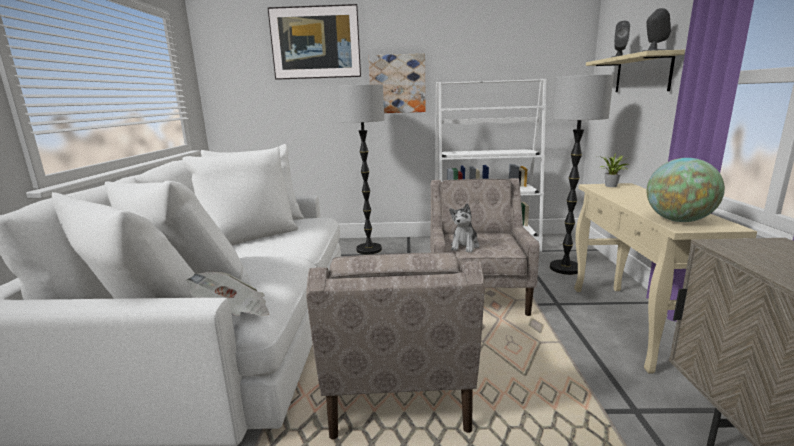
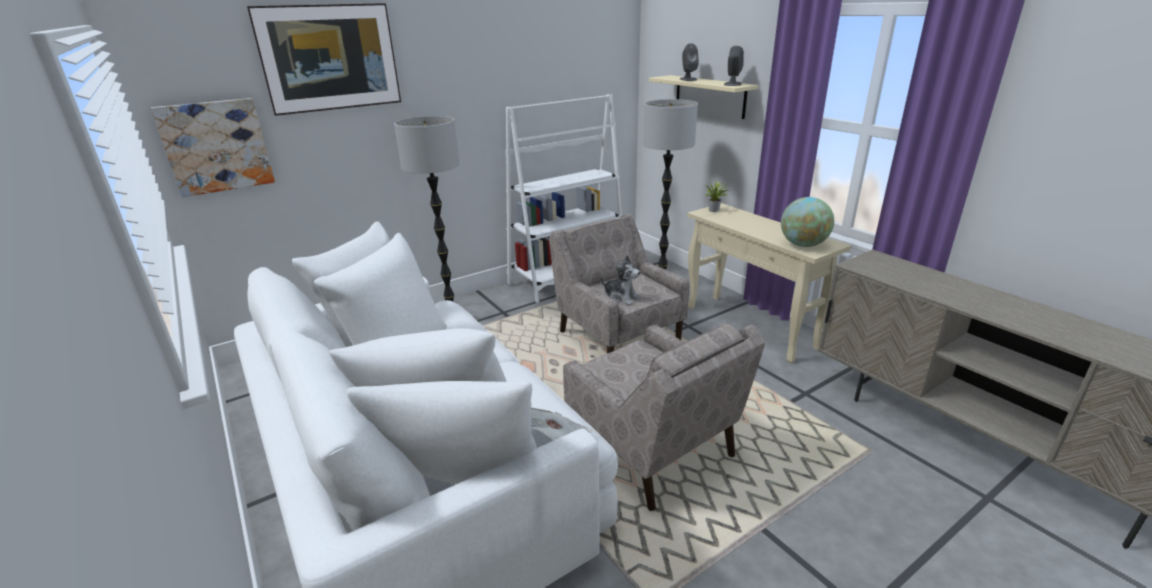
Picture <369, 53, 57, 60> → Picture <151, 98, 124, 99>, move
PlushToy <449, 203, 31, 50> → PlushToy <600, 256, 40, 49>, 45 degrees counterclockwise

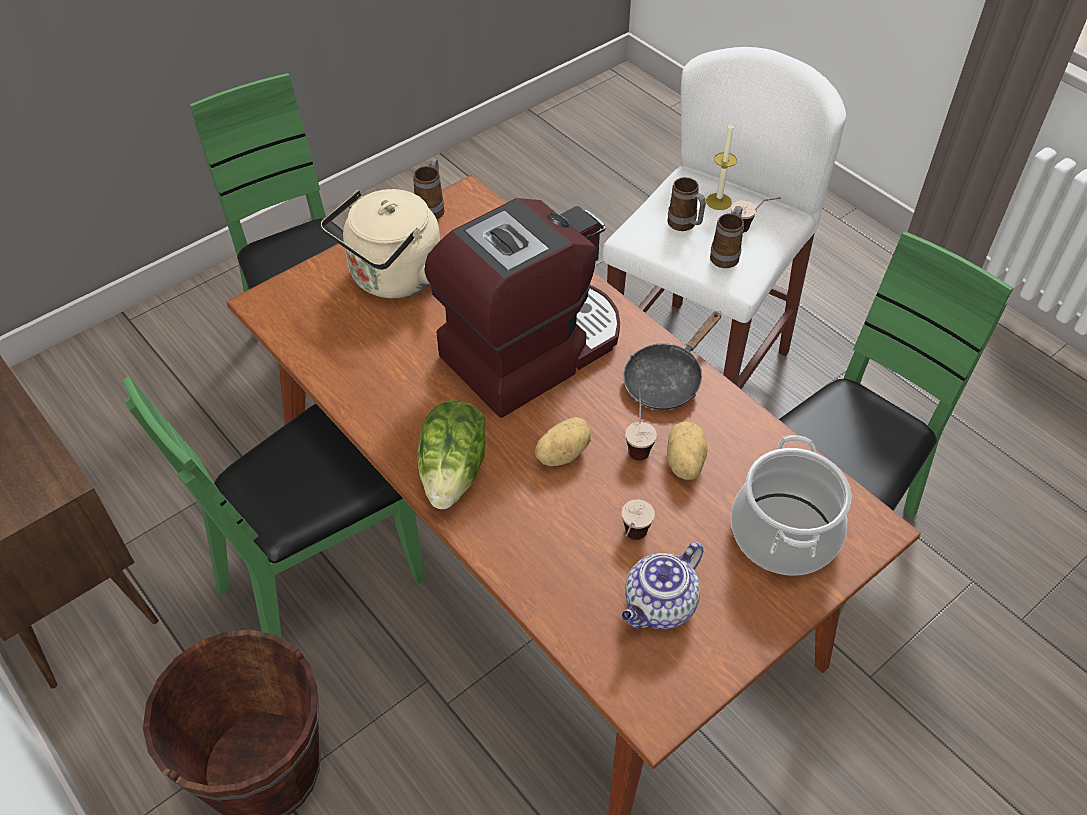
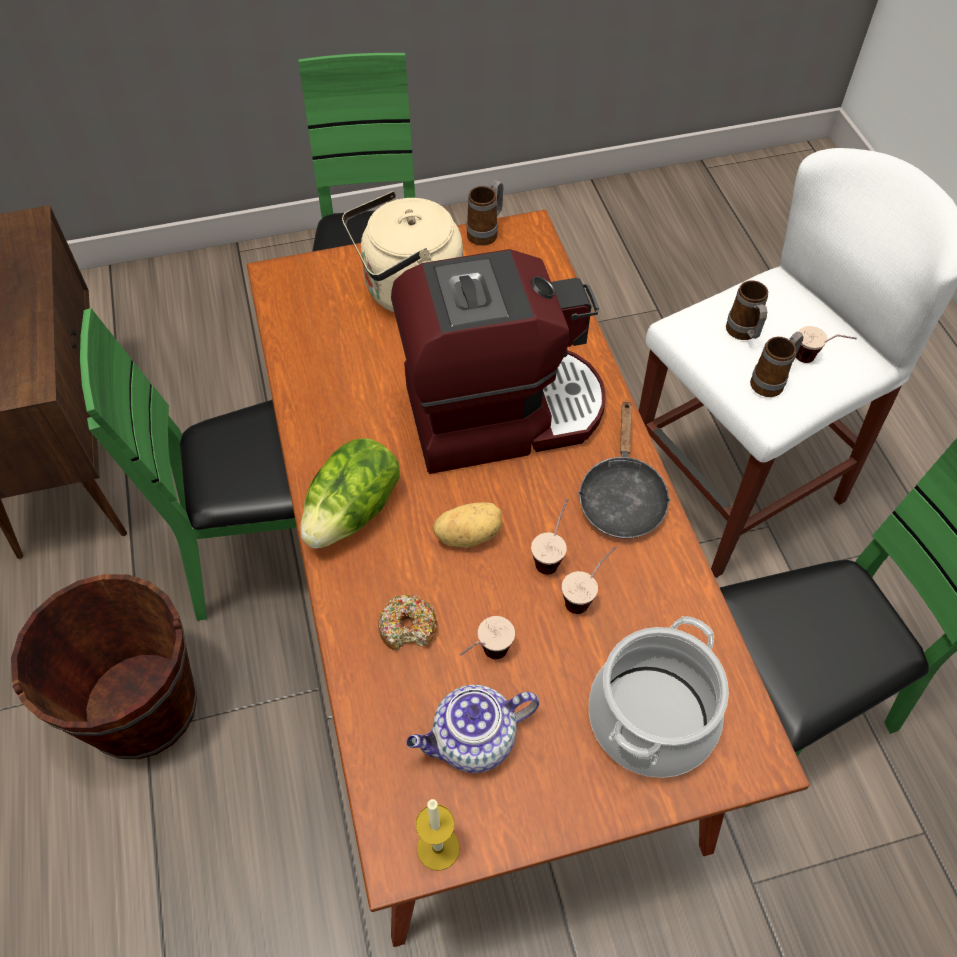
BlackFryingPan <623, 311, 98, 99> → BlackFryingPan <578, 400, 93, 138>, 60 degrees counterclockwise
Potato <667, 421, 40, 59> → Cup <562, 546, 55, 68>
Candle <706, 121, 31, 89> → Candle <415, 799, 45, 72>, move
- → Donut <378, 594, 59, 56>

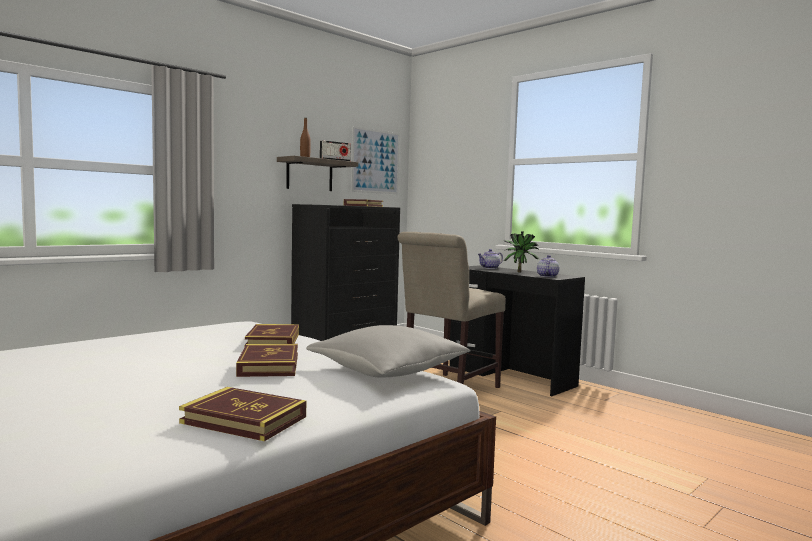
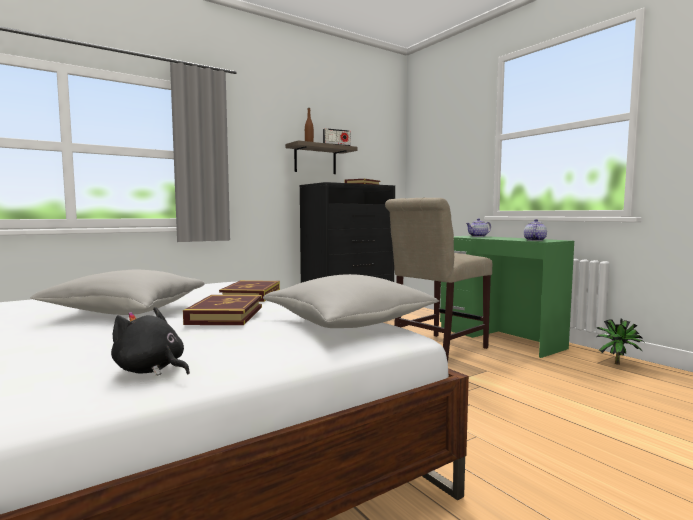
Book <179, 387, 127, 54> → BlackPlushToy <111, 307, 79, 69>
Picture <351, 126, 49, 68> → -
BlackDesk <449, 265, 136, 131> → GreenDesk <440, 236, 134, 122>
PottedPlant <504, 231, 36, 42> → PottedPlant <596, 319, 48, 46>, move
- → GreyPillow <30, 269, 175, 46>

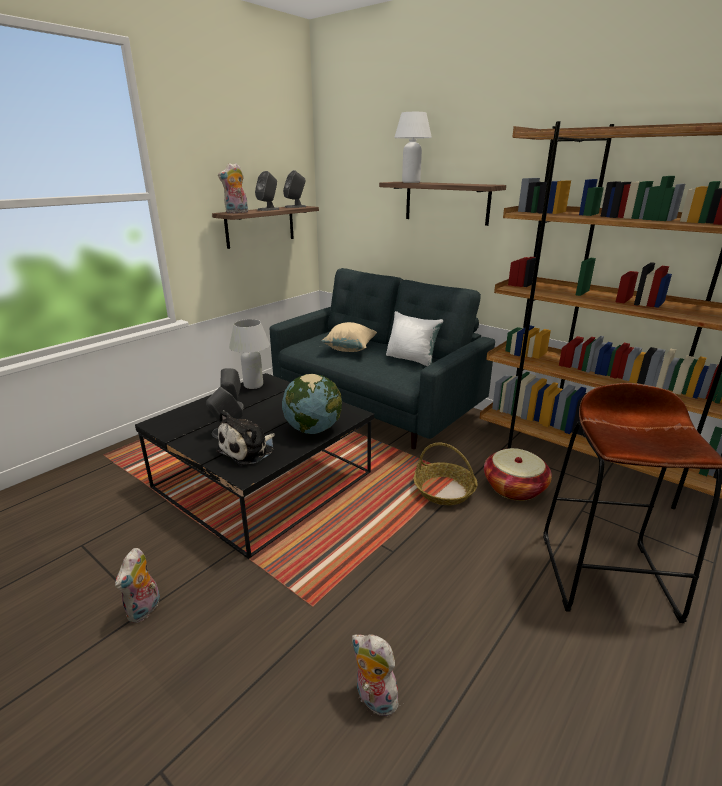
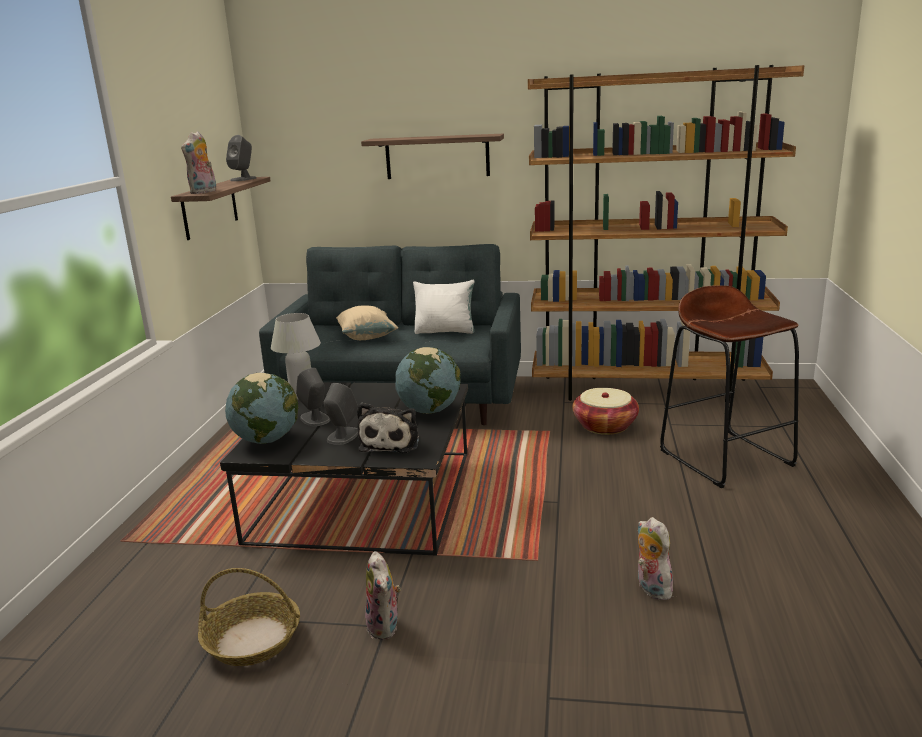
GreySpeaker <255, 171, 24, 40> → -
PlushToy <352, 634, 46, 82> → PlushToy <637, 517, 36, 83>, 60 degrees clockwise
WhiteTableLamp <394, 112, 38, 71> → -
Basket <413, 443, 65, 62> → Basket <198, 568, 102, 98>, move
- → Globe <225, 373, 73, 71>

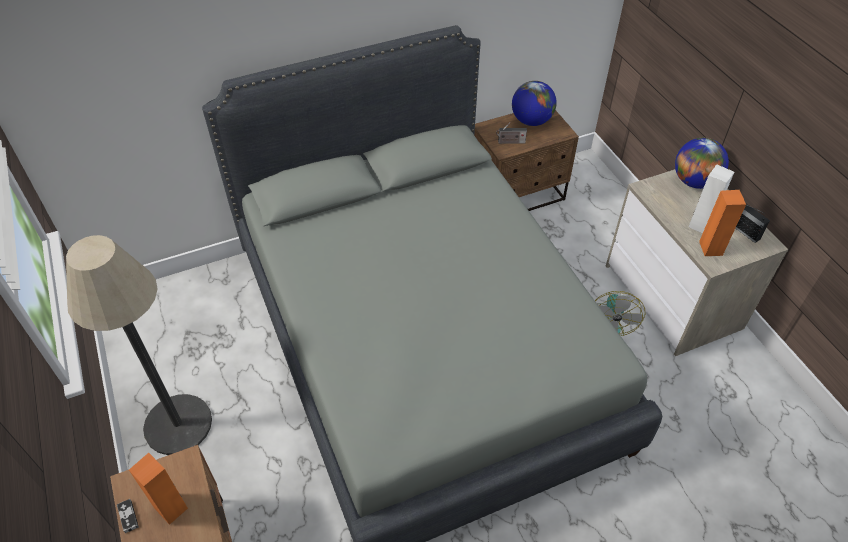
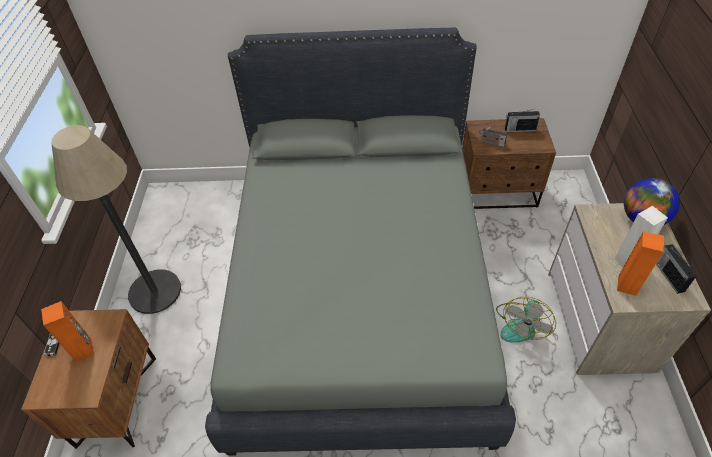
Globe <512, 81, 45, 45> → Radio <505, 109, 35, 23>

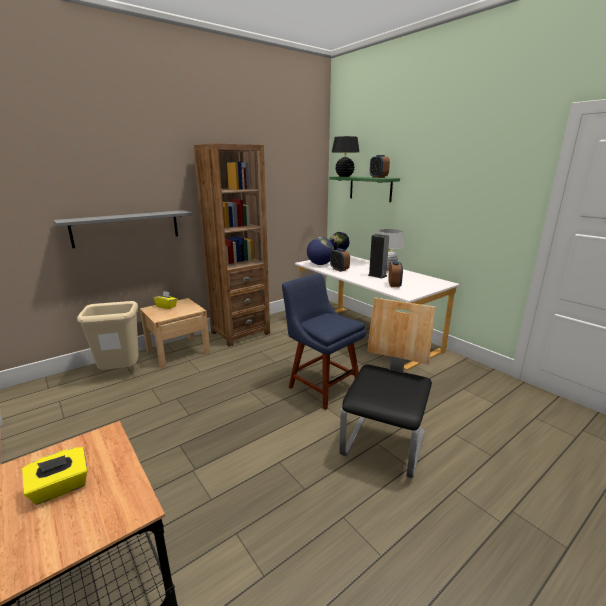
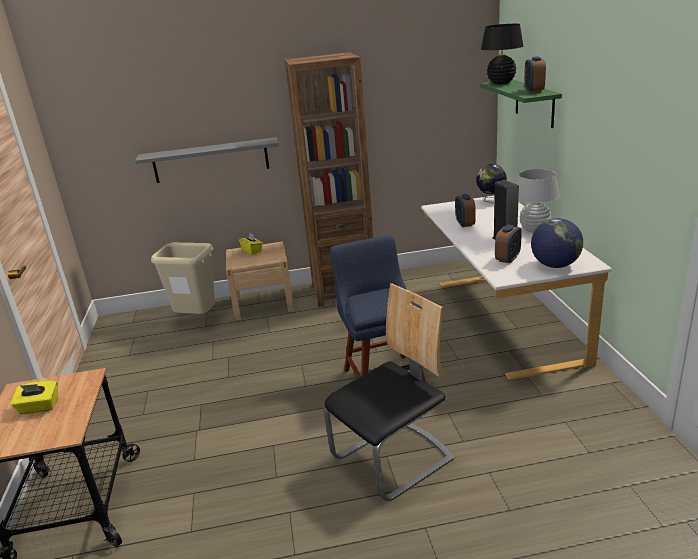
Globe <307, 237, 27, 28> → Globe <531, 218, 52, 50>, move

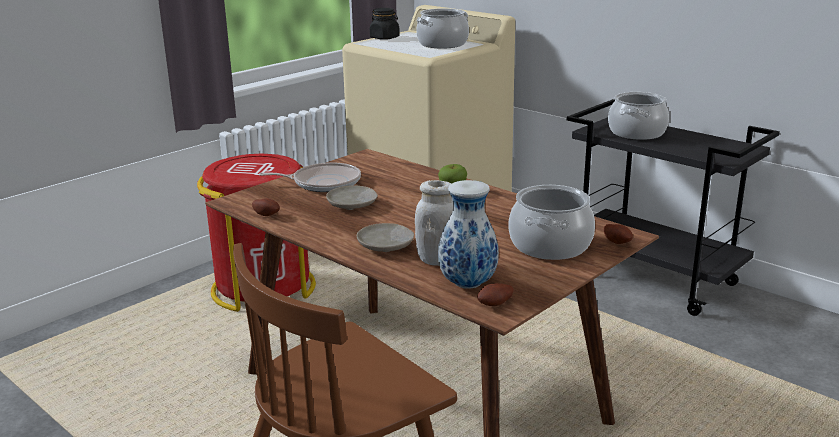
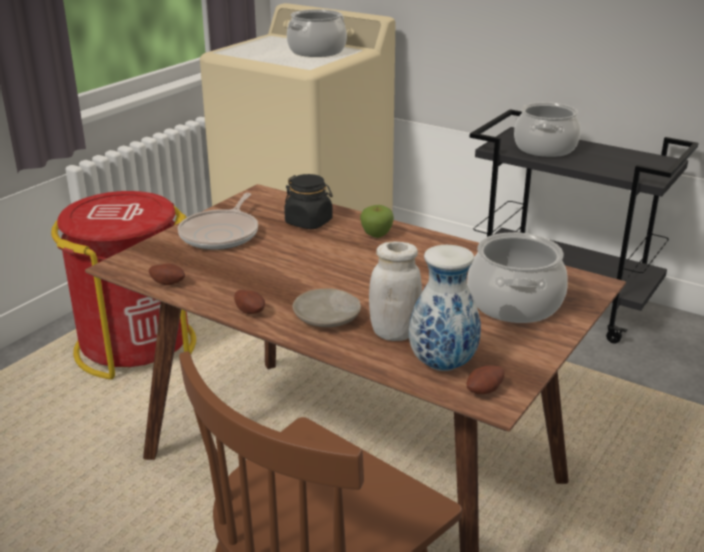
FryingPan <259, 163, 102, 29> → FryingPan <178, 193, 80, 57>, 120 degrees clockwise
BeigePlate <326, 185, 52, 25> → -
BlackJar <370, 8, 30, 32> → BlackJar <284, 174, 49, 55>, move
Potato <604, 224, 29, 20> → Potato <234, 290, 31, 24>, move

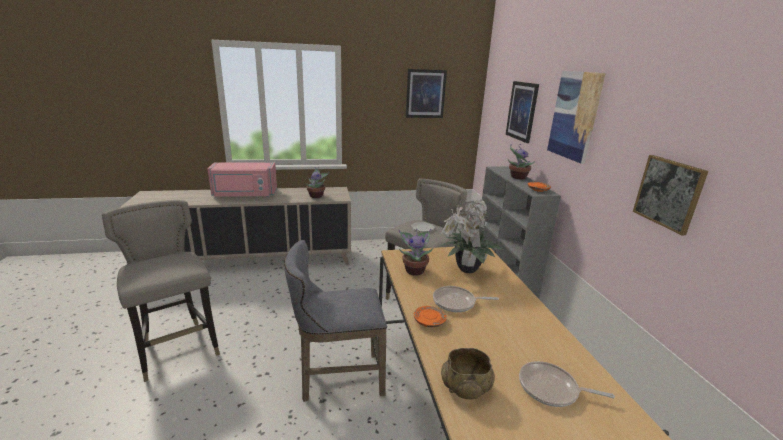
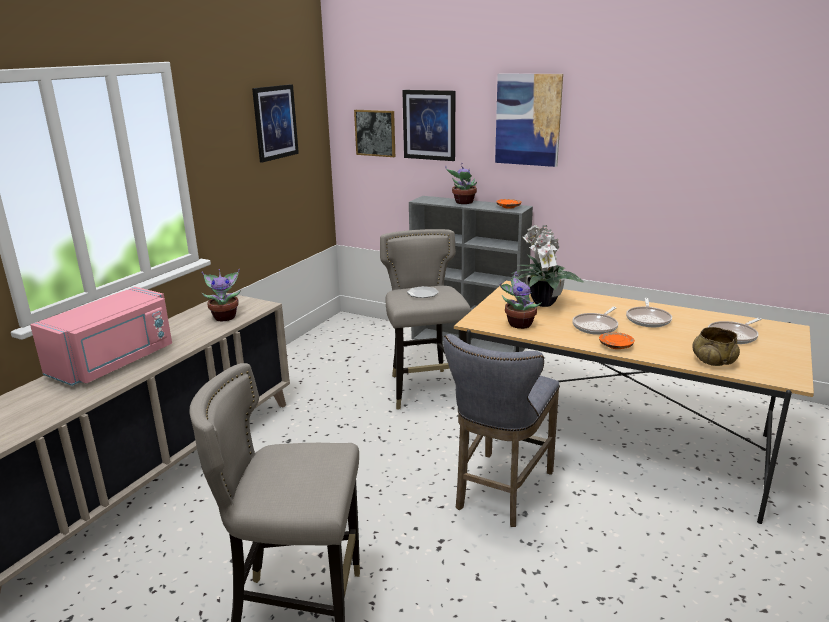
Picture <633, 155, 76, 80> → Picture <354, 110, 41, 47>, move
- → FryingPan <626, 298, 46, 30>

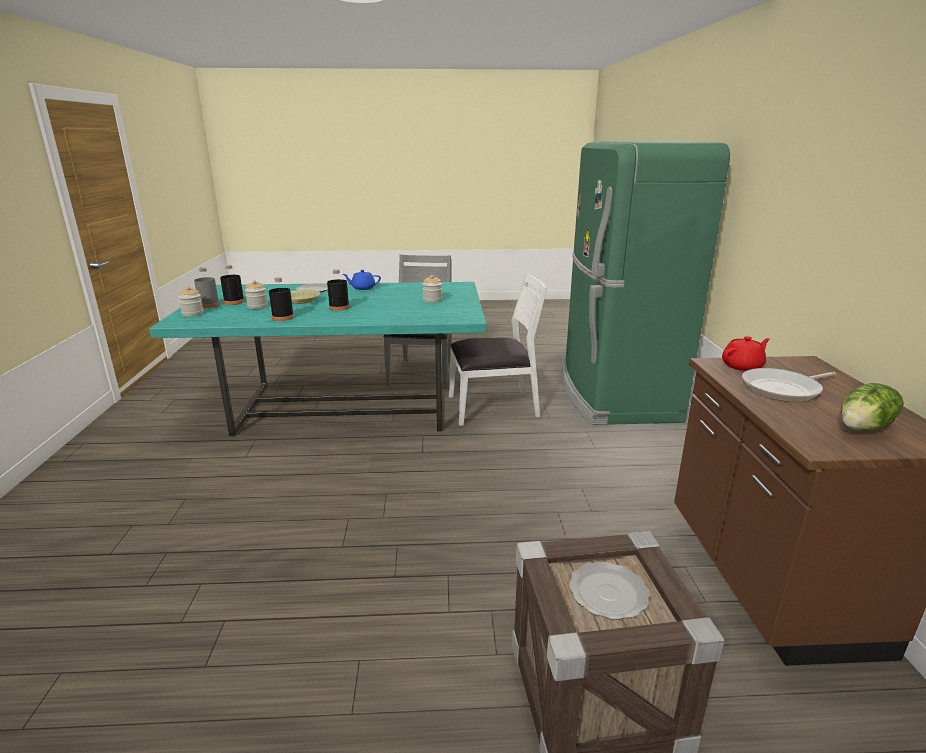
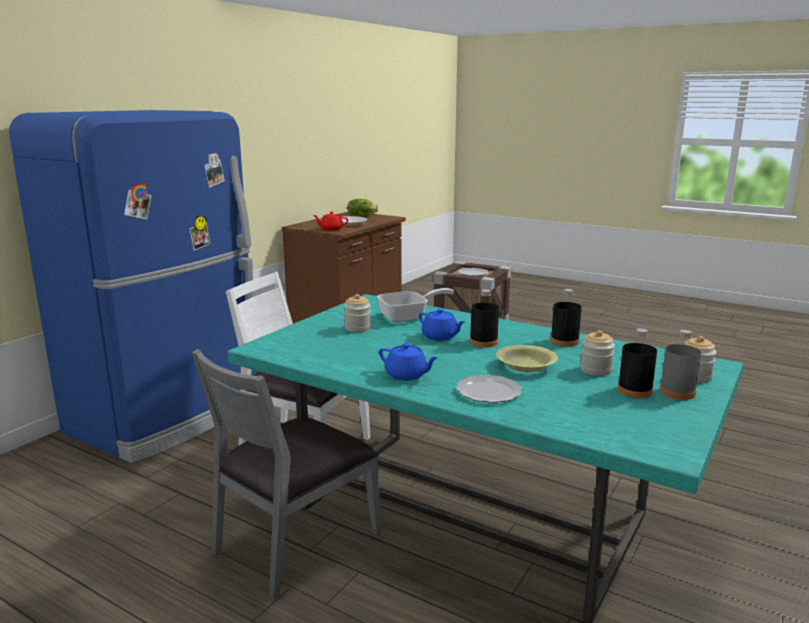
GreenFridge <561, 141, 169, 284> → BlueFridge <9, 110, 248, 353>
- → FryingPan <377, 288, 77, 34>
- → BlueTeapot <419, 309, 46, 32>

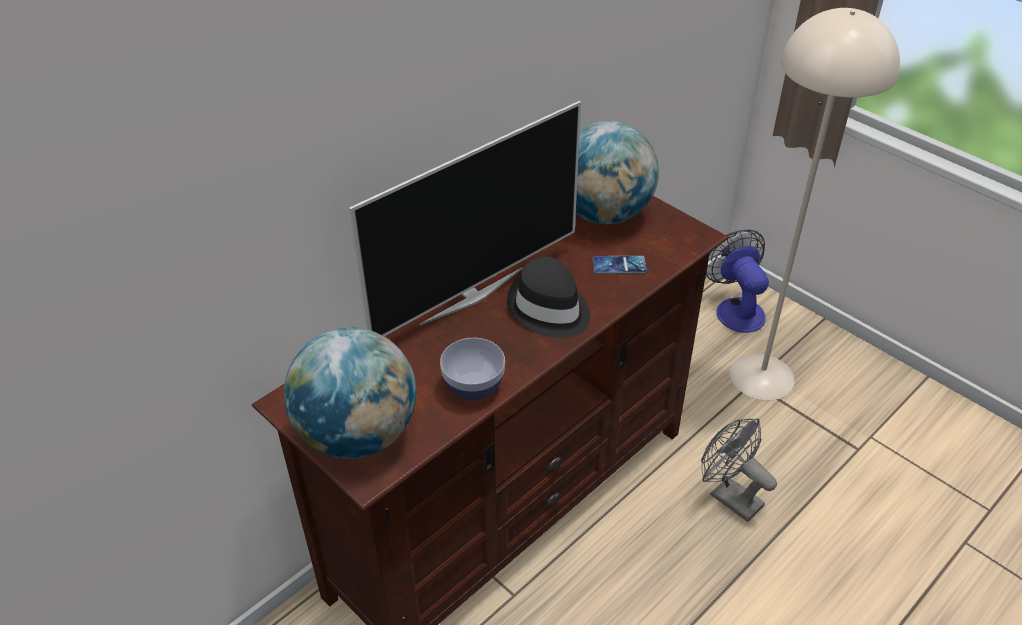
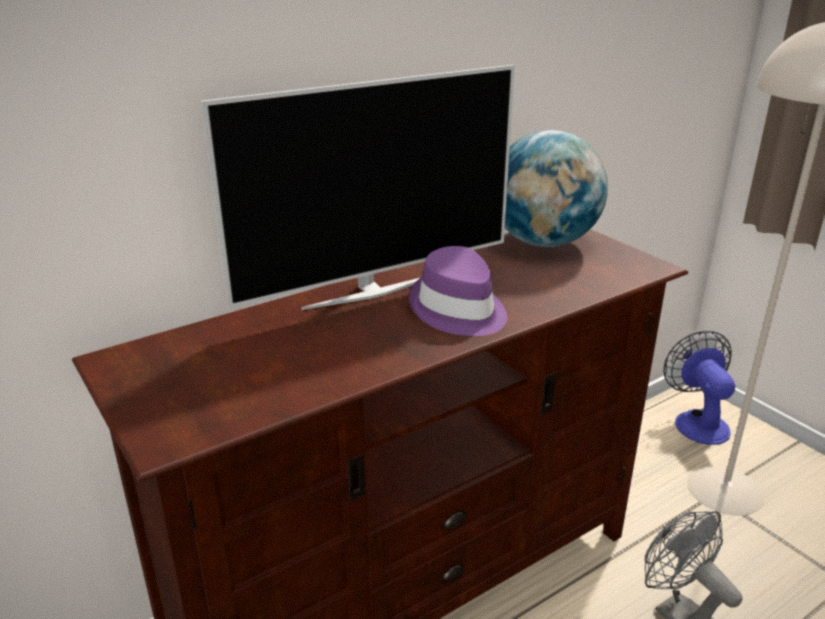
Globe <284, 327, 132, 132> → -
Bowl <440, 338, 65, 62> → -
BlackHat <507, 256, 83, 82> → PurpleHat <409, 246, 98, 90>
Phone <592, 256, 55, 18> → -

